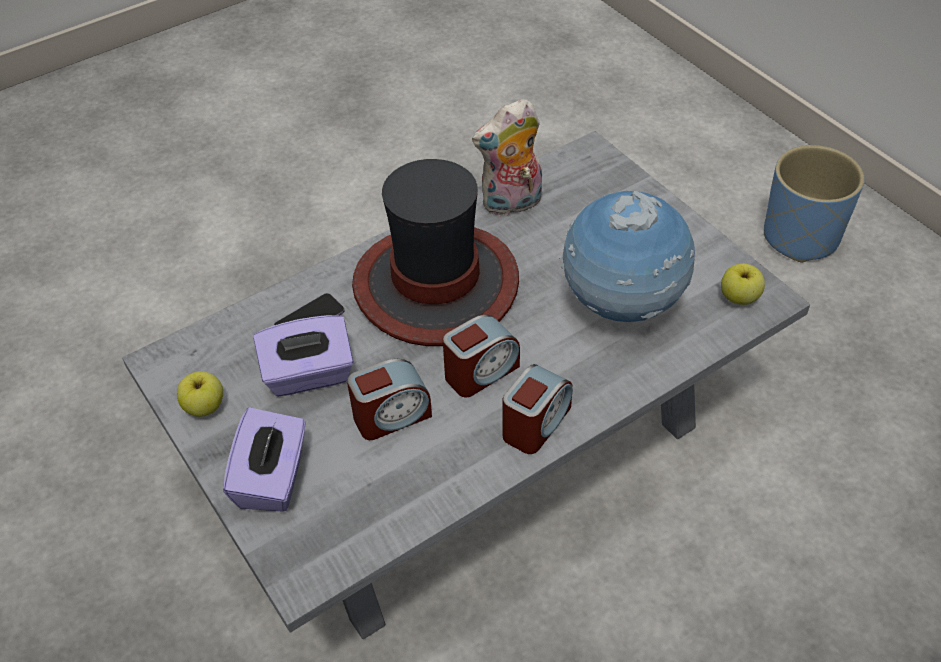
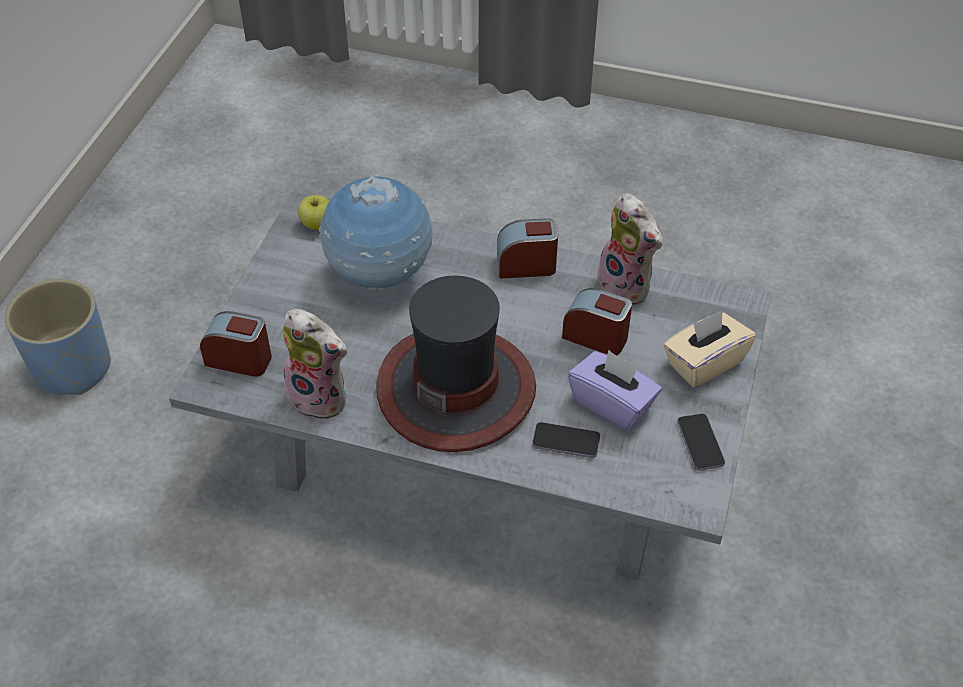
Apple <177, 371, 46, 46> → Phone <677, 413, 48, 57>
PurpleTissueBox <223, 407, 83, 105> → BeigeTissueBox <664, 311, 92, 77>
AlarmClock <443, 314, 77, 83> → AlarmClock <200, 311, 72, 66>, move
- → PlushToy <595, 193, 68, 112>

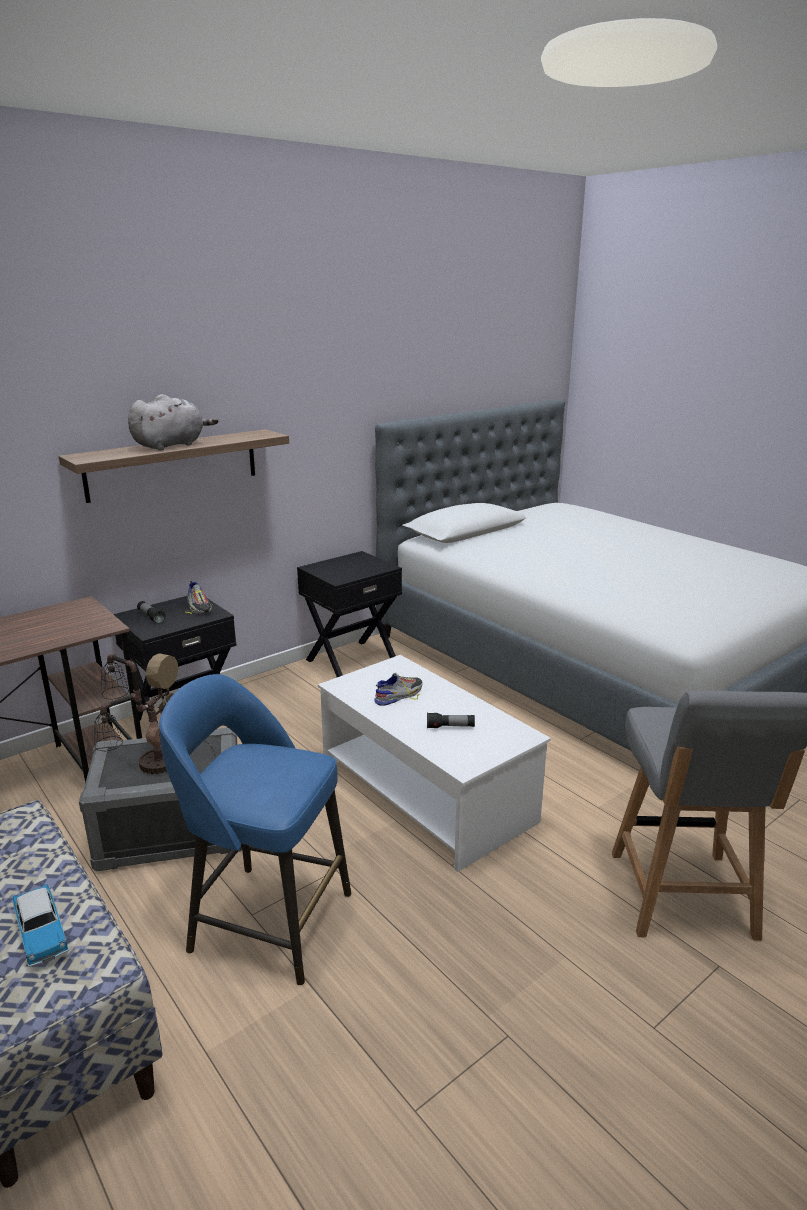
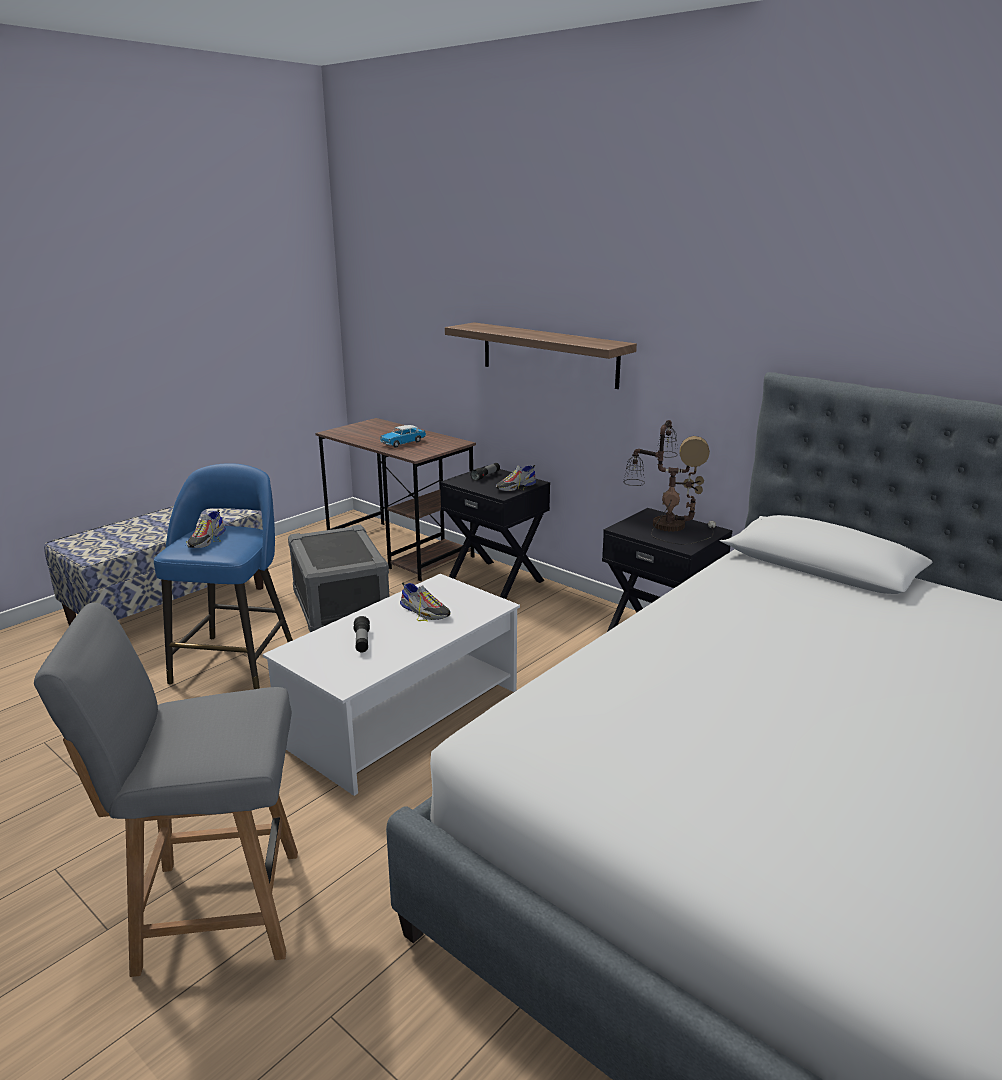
ToyCar <12, 883, 57, 84> → ToyCar <380, 425, 46, 23>, move
TableLamp <94, 653, 122, 121> → TableLamp <623, 420, 93, 125>, move
GreyPlushToy <128, 394, 90, 57> → -
- → Shoe <186, 510, 40, 38>

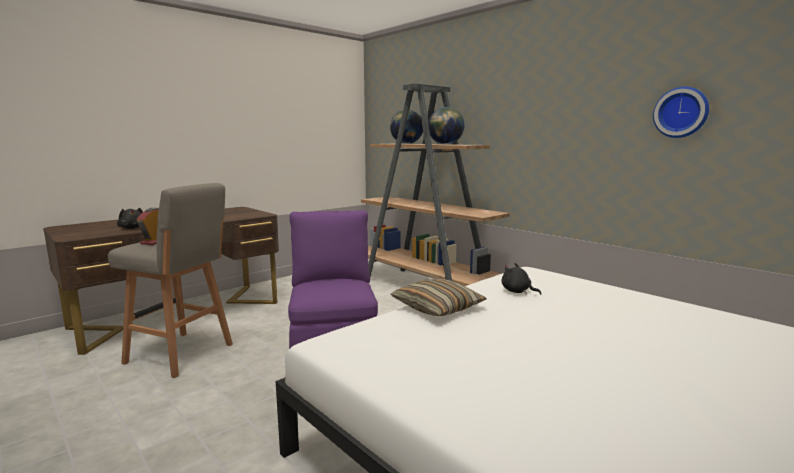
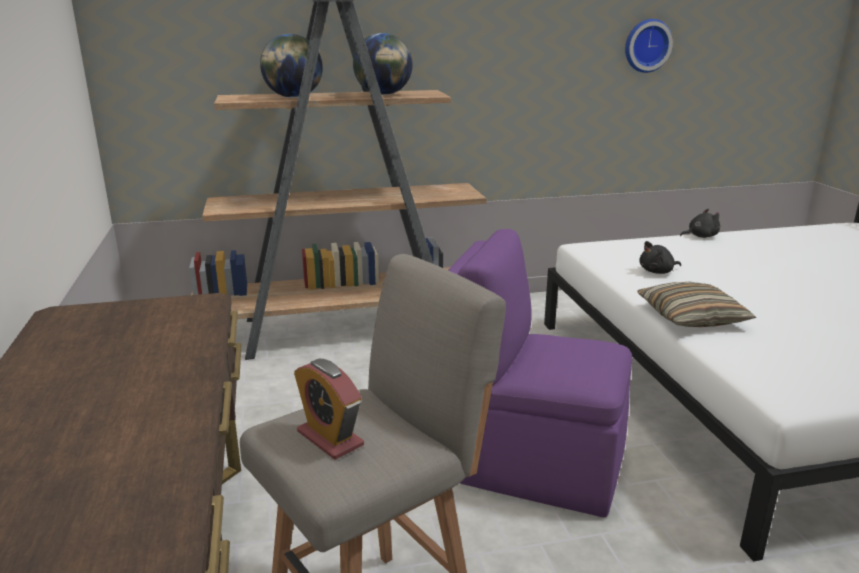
BlackPlushToy <117, 208, 26, 21> → BlackPlushToy <680, 209, 40, 29>, move

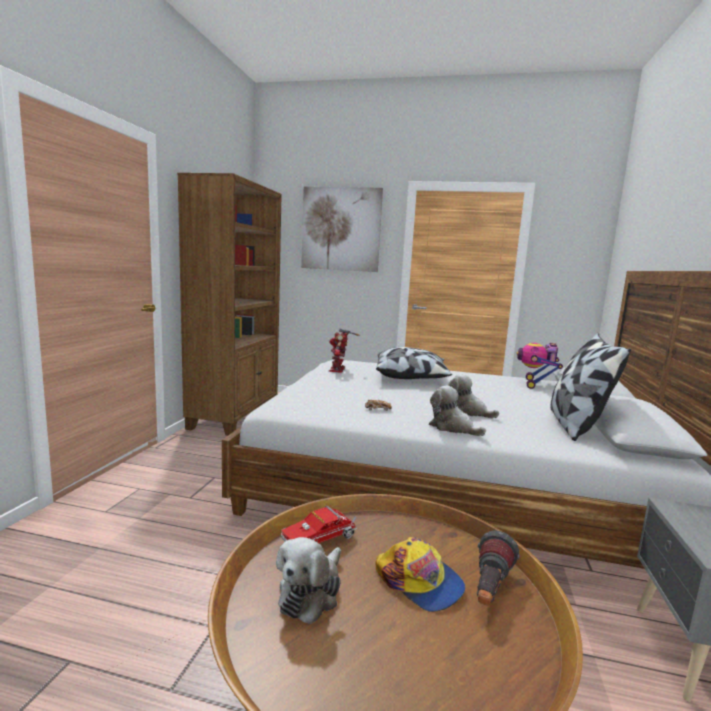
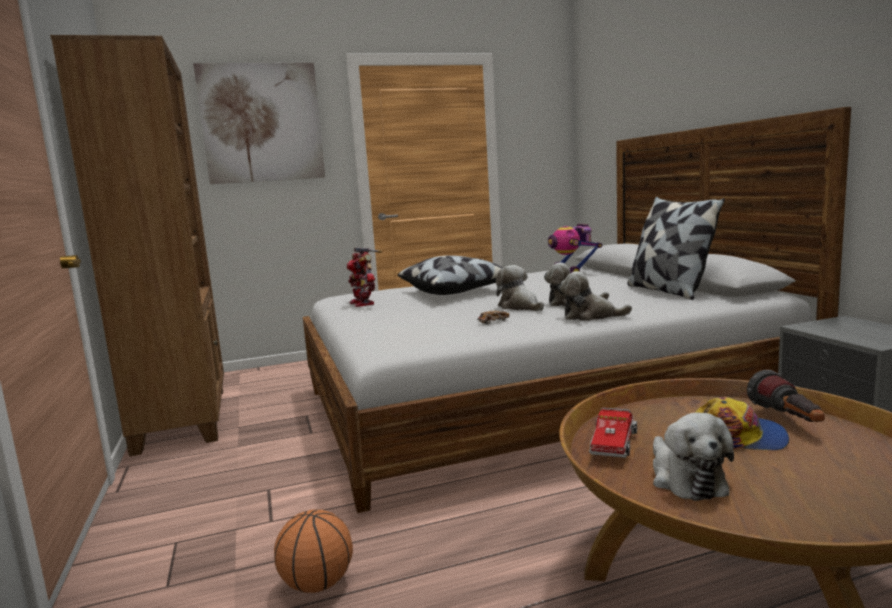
- → Basketball <274, 510, 79, 83>
- → PlushToy <496, 265, 48, 46>

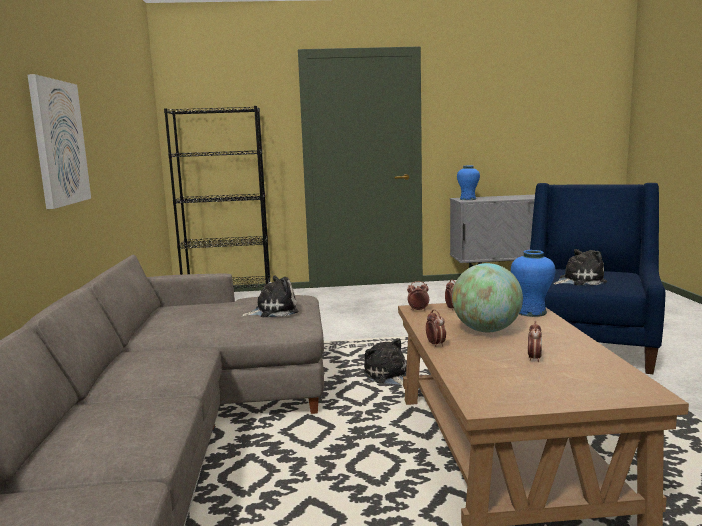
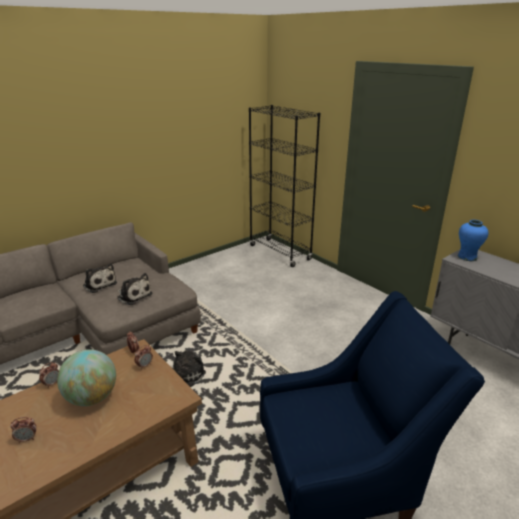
Picture <27, 74, 64, 135> → -
BlueVase <511, 250, 44, 67> → -
PlushToy <553, 249, 54, 36> → PlushToy <83, 263, 34, 30>, move

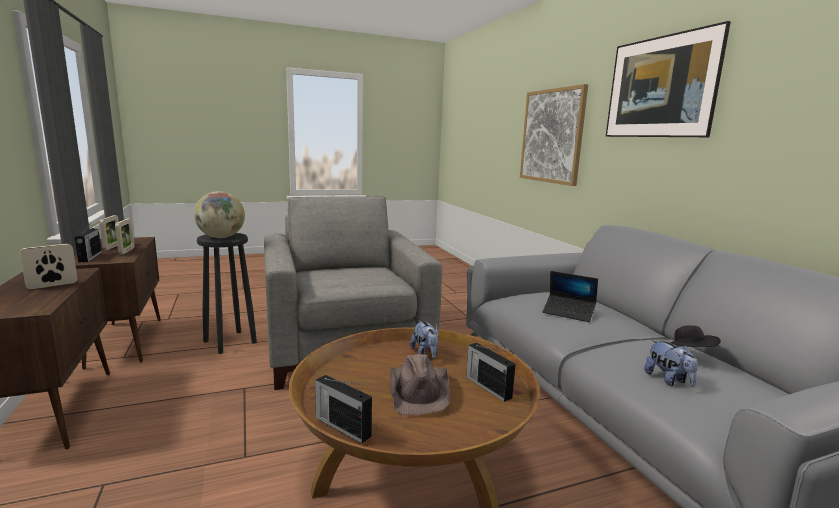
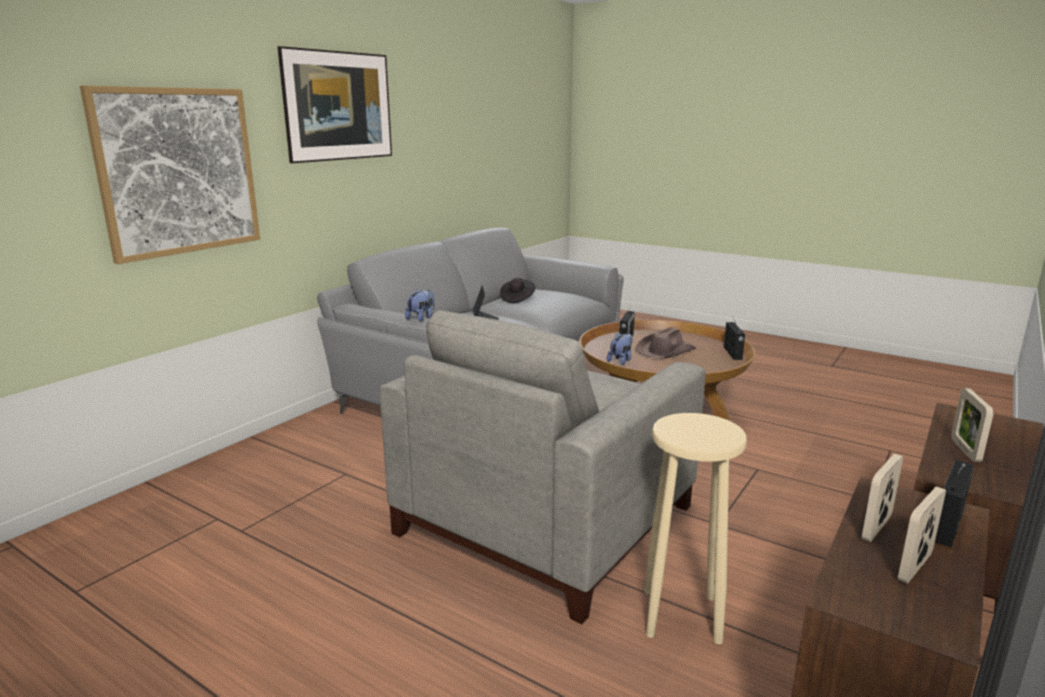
PictureFrame <20, 244, 58, 46> → PictureFrame <951, 388, 43, 74>, 90 degrees clockwise
Globe <194, 191, 51, 47> → -
BlackStool <197, 233, 60, 121> → BeigeStool <644, 413, 103, 231>
PlushToy <644, 339, 54, 48> → PlushToy <405, 289, 30, 33>, move

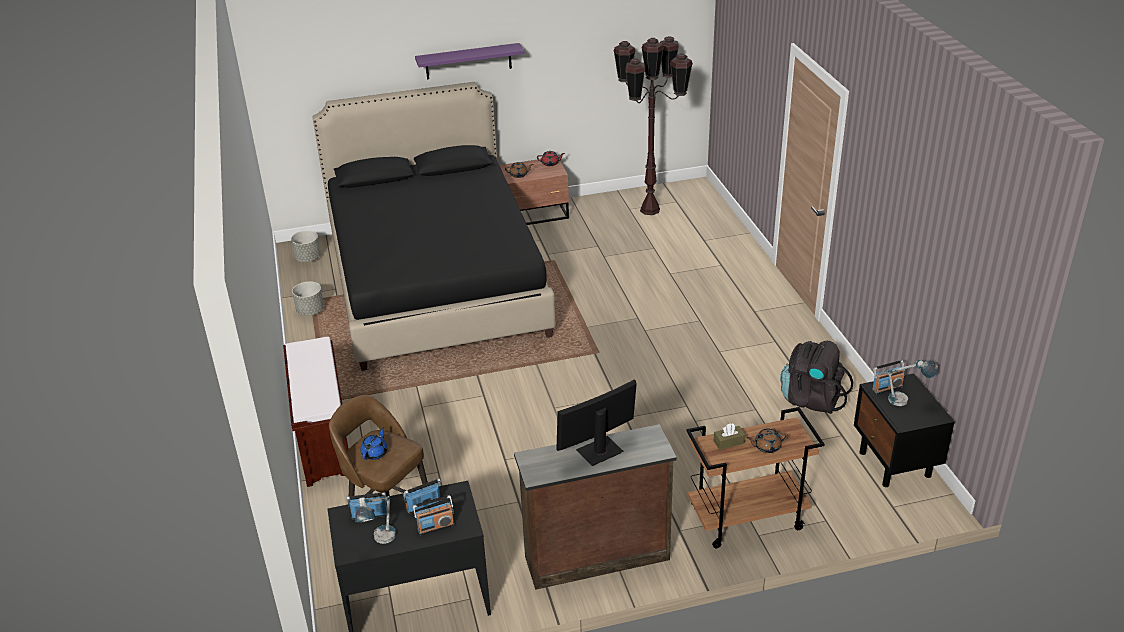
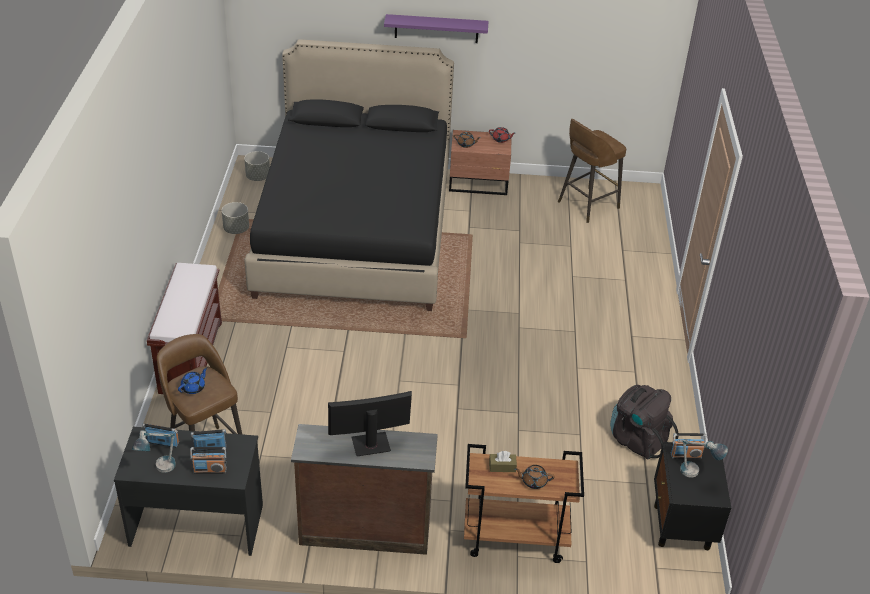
BrownFloorLamp <614, 36, 79, 179> → BrownStool <558, 119, 68, 104>

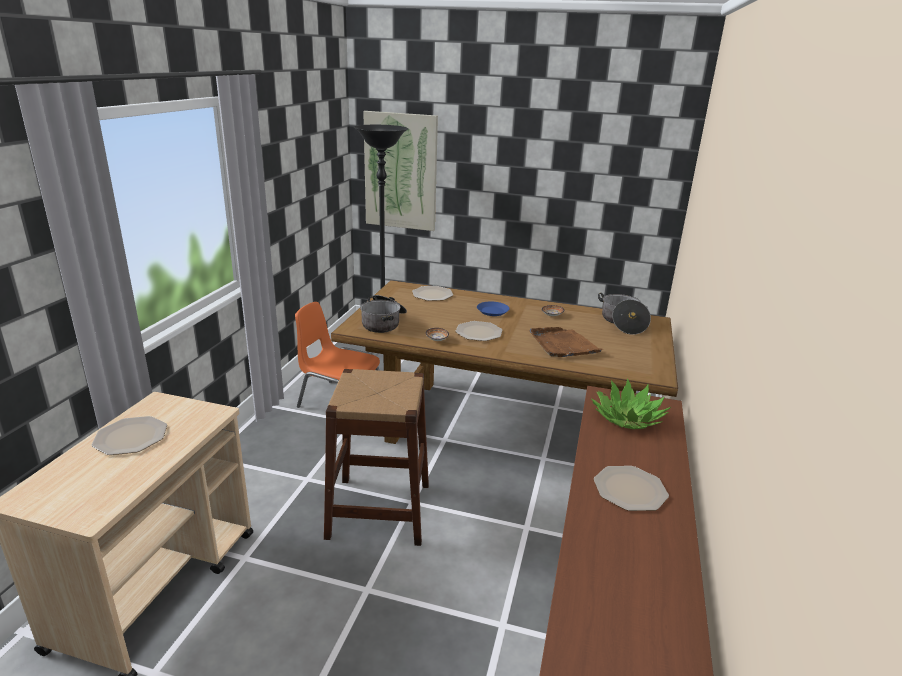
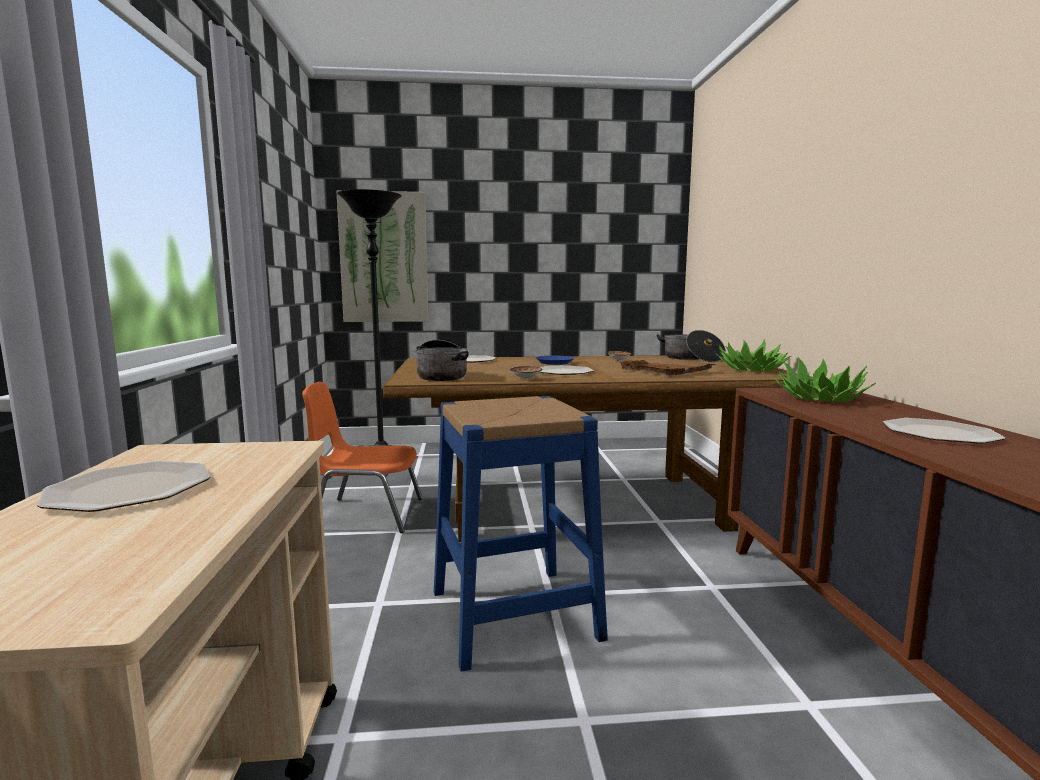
BrownStool <324, 369, 105, 177> → BlueStool <434, 396, 174, 276>
- → PottedPlant <716, 339, 75, 32>

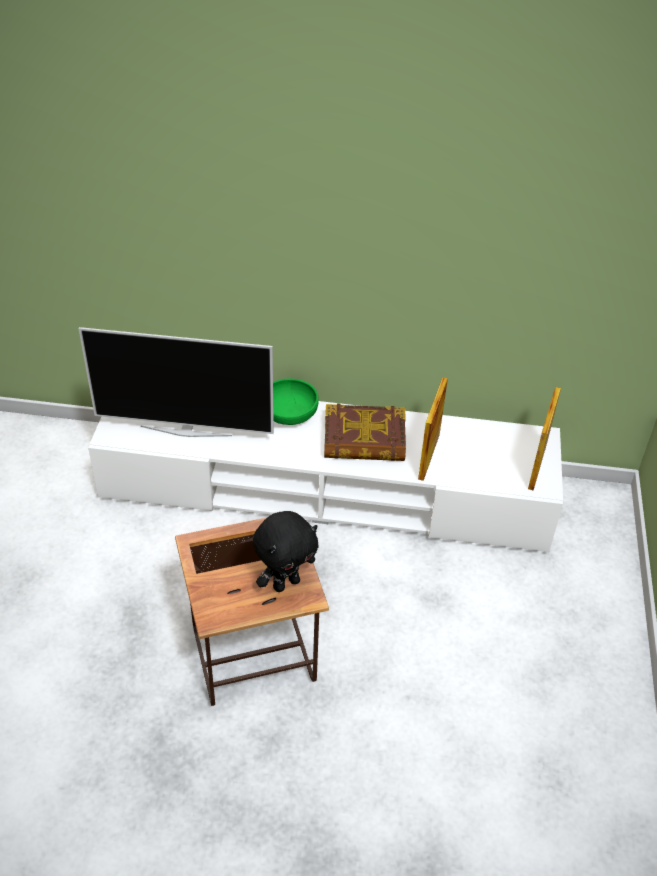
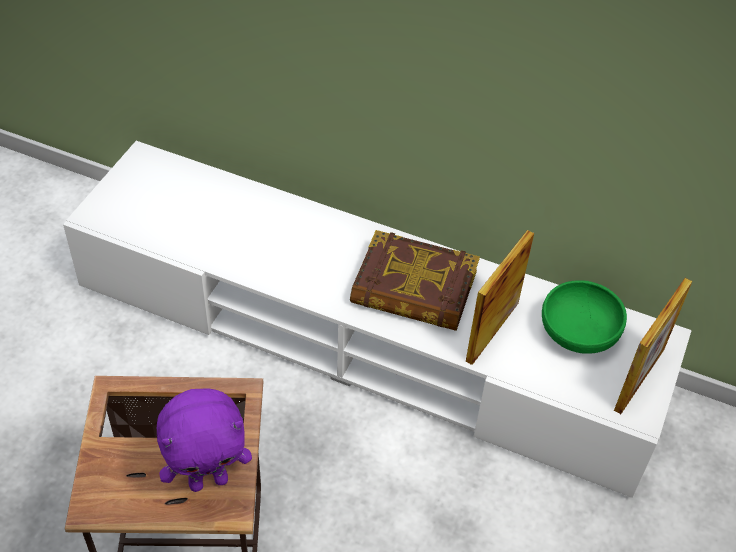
Television <78, 327, 196, 110> → -
BlackPlushToy <253, 511, 65, 81> → PurplePlushToy <157, 388, 95, 104>
GreenBowl <273, 378, 46, 47> → GreenBowl <542, 280, 85, 74>, move

